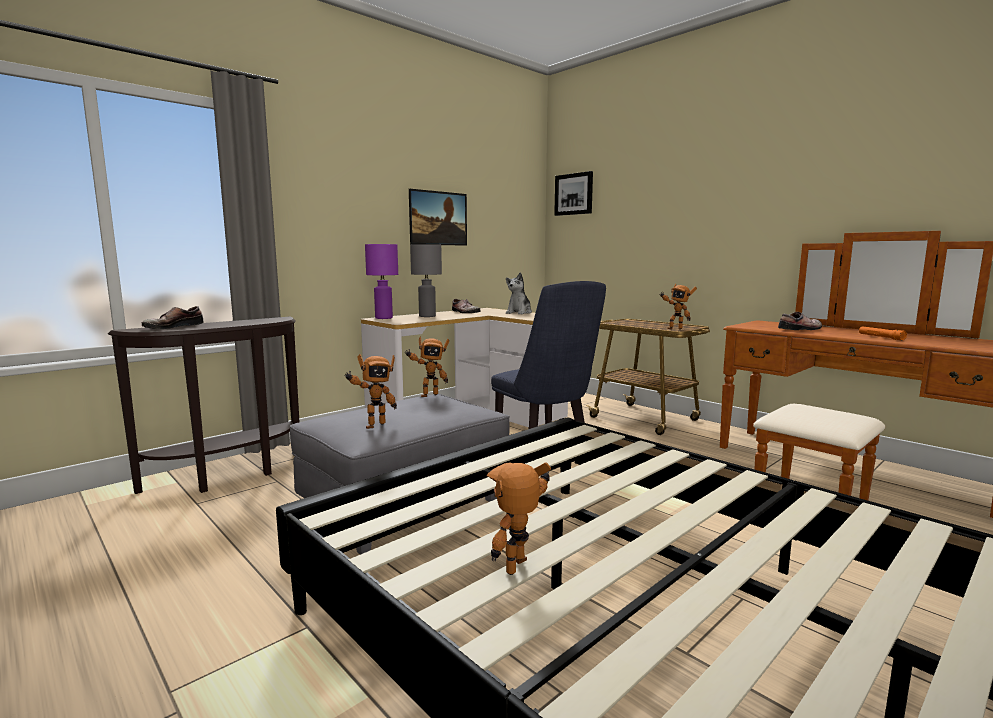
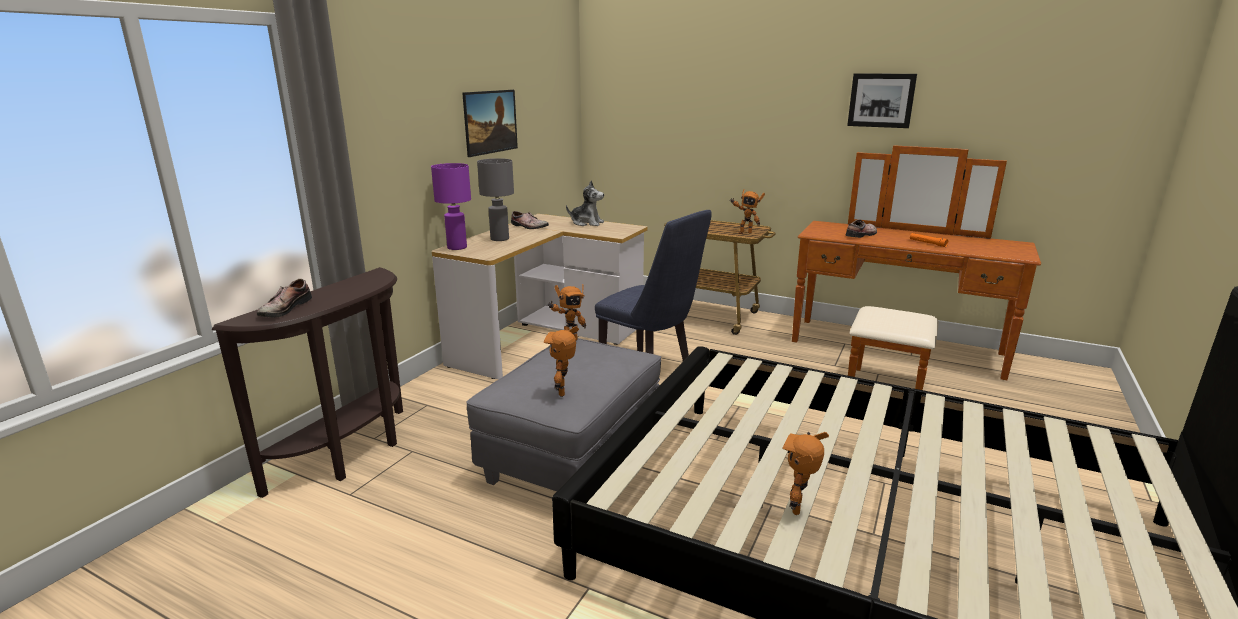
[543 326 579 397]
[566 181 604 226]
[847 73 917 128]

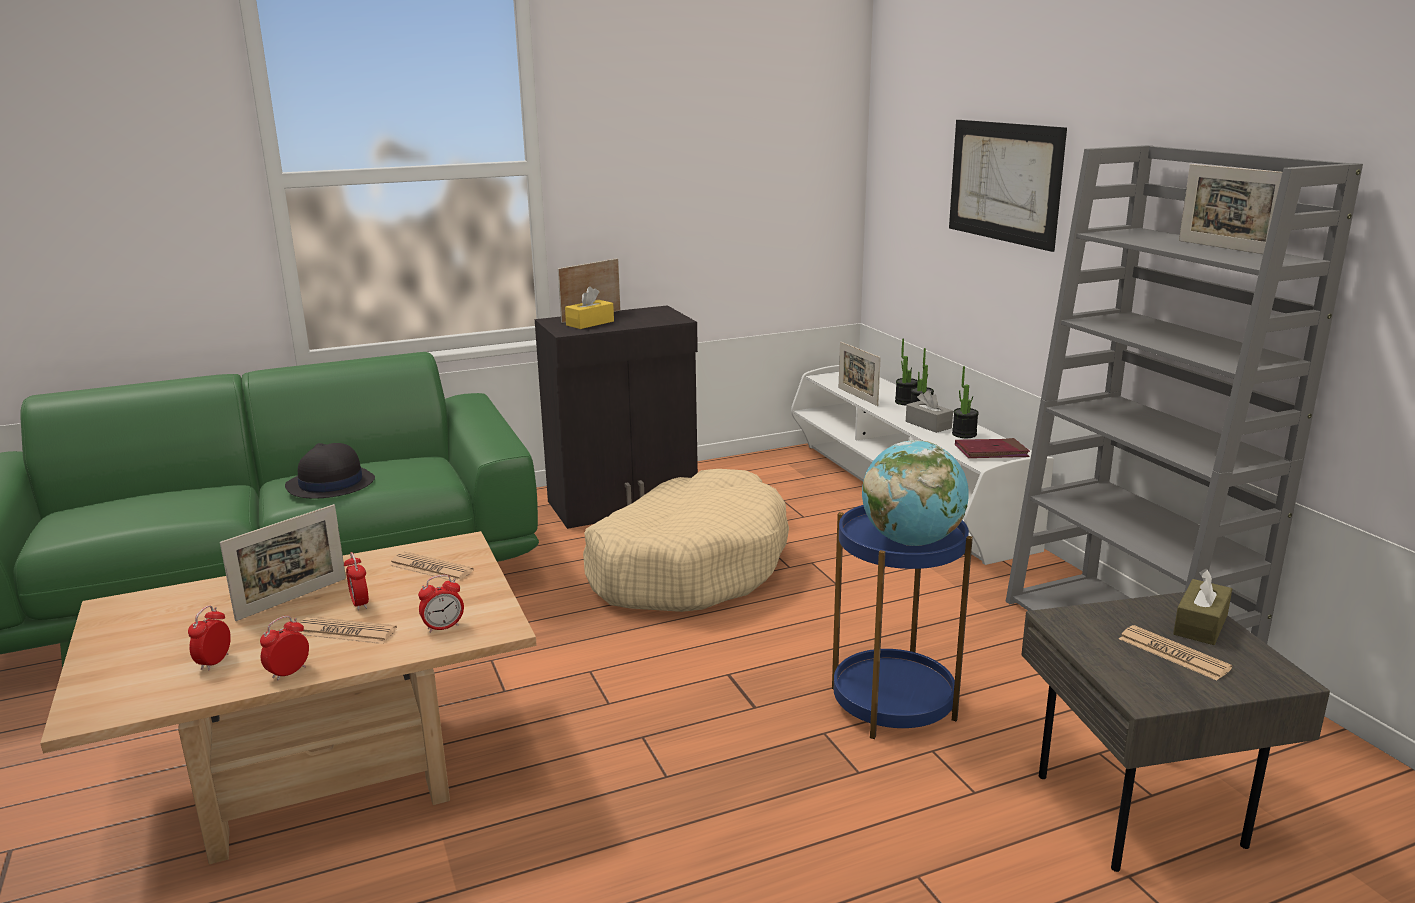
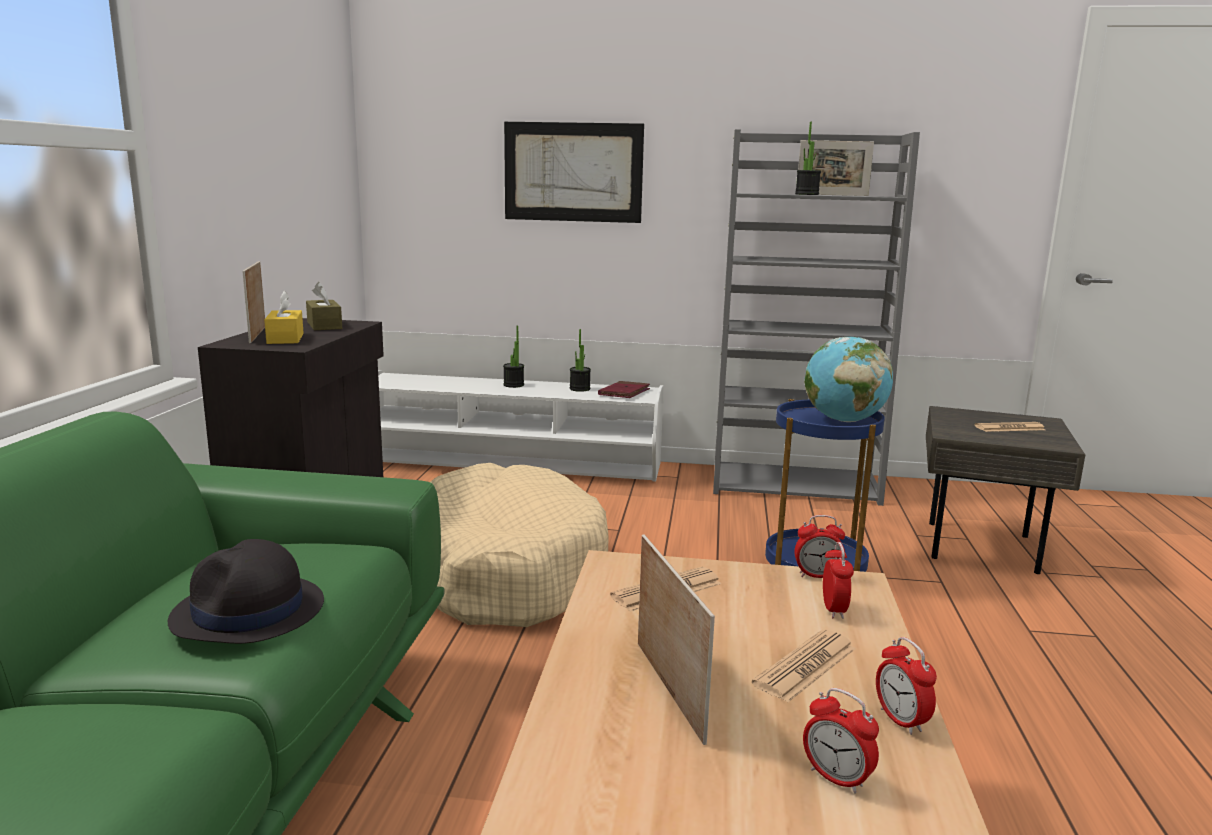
[794 515 845 578]
[839 342 881 406] (first image)
[795 122 821 195]
[906 390 953 433] (first image)
[306 282 342 330]

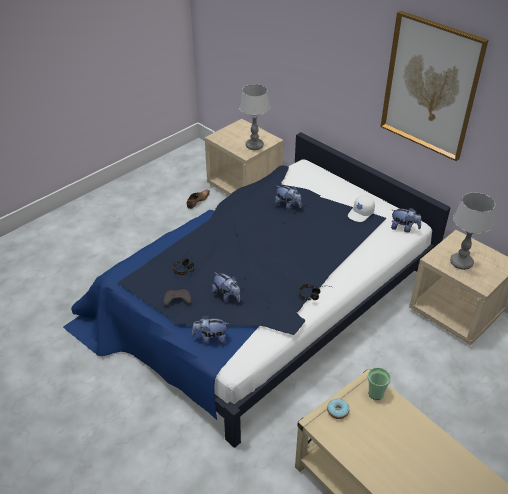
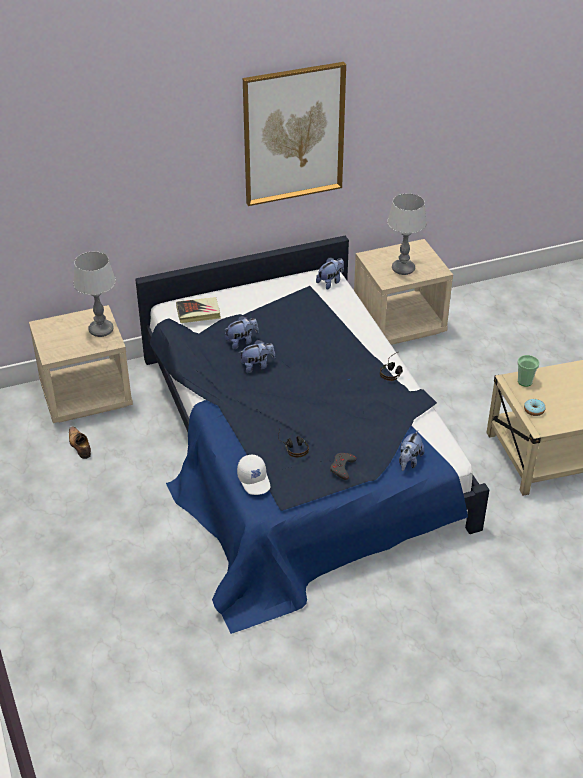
[239 340 275 373]
[237 454 270 495]
[176 297 221 323]

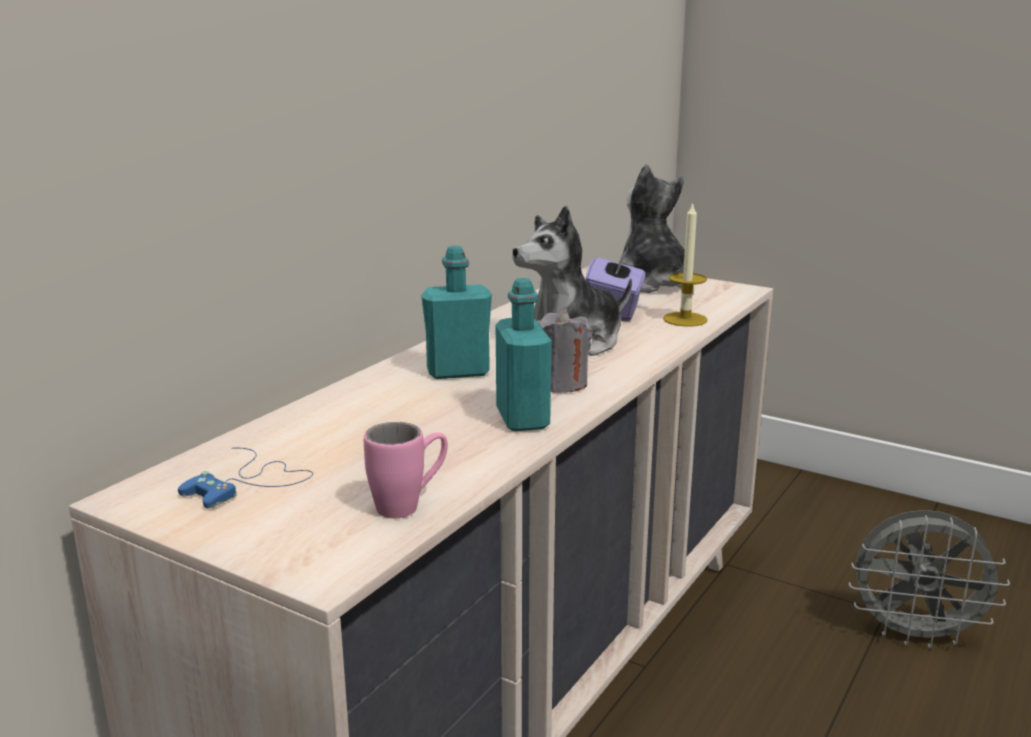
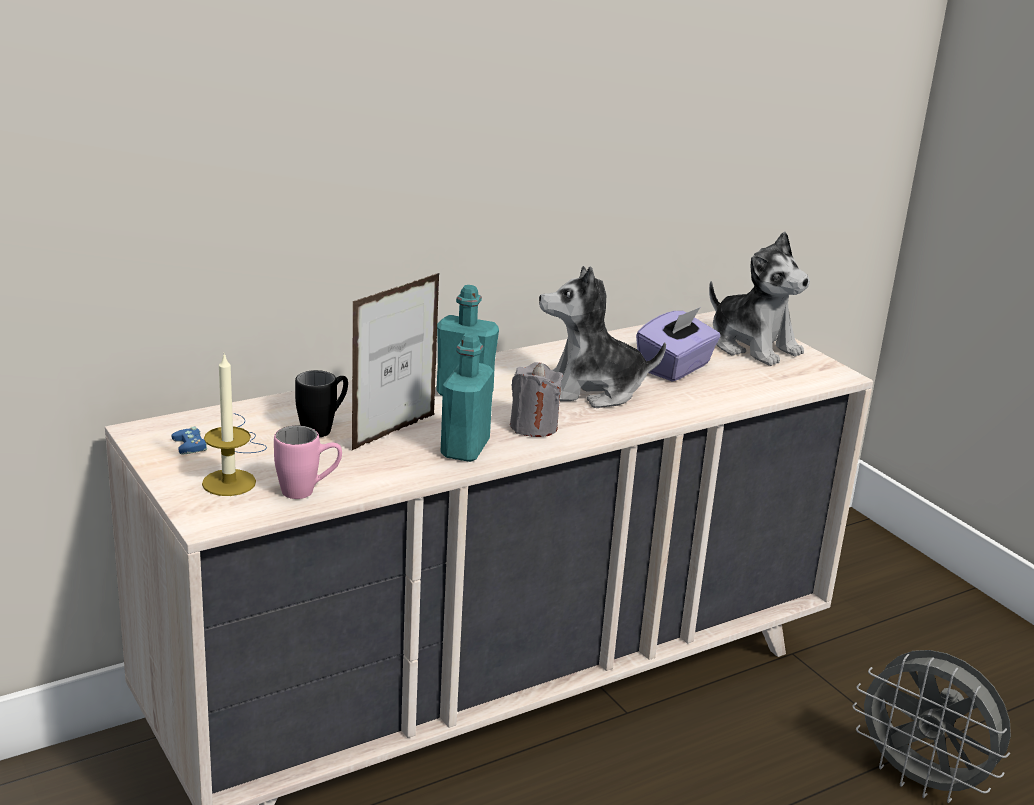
[709 232 810 366]
[202 353 256 496]
[295 370 348 438]
[352 273 440 450]

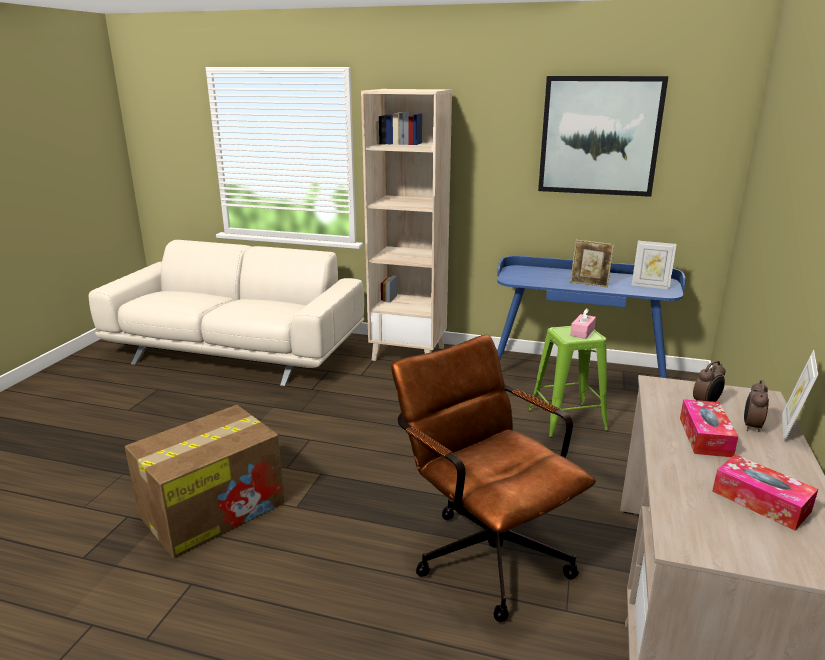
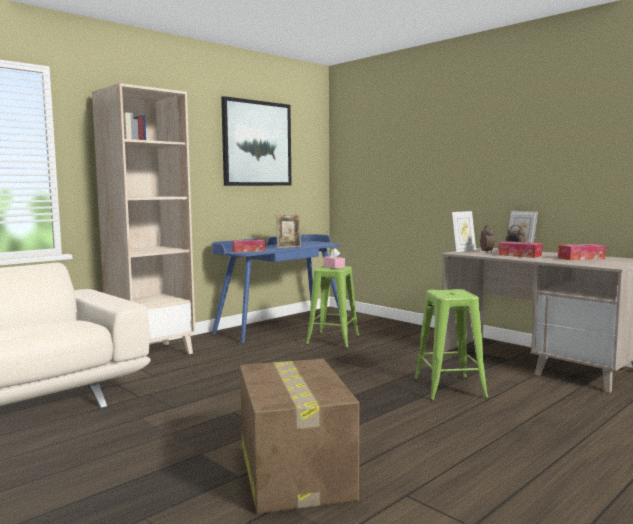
[414 289 489 401]
[452 211 476 252]
[232 239 265 252]

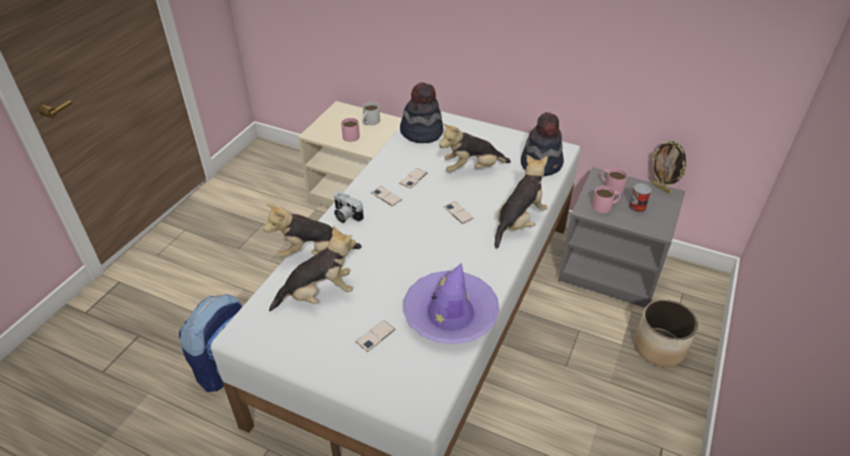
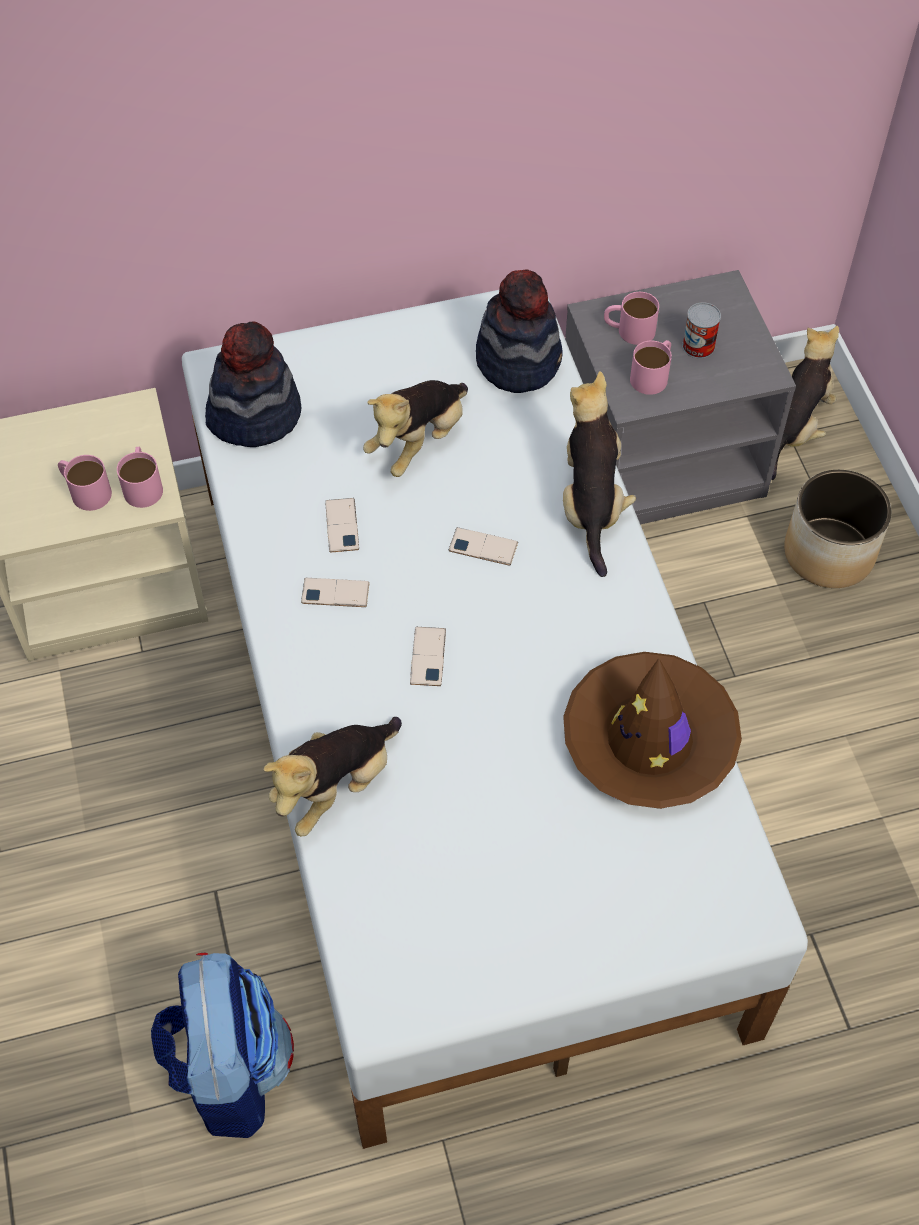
[771 326 839 480]
[334 191 364 223] (first image)
[410 627 446 686]
[362 102 380 125] (first image)
[563 652 742 809]
[652 140 686 194] (first image)
[117 447 163 508]

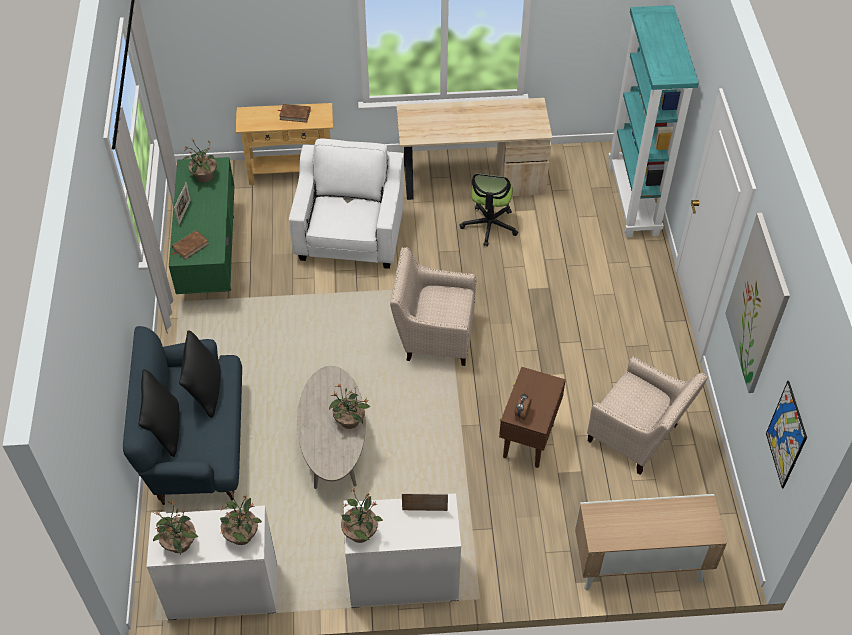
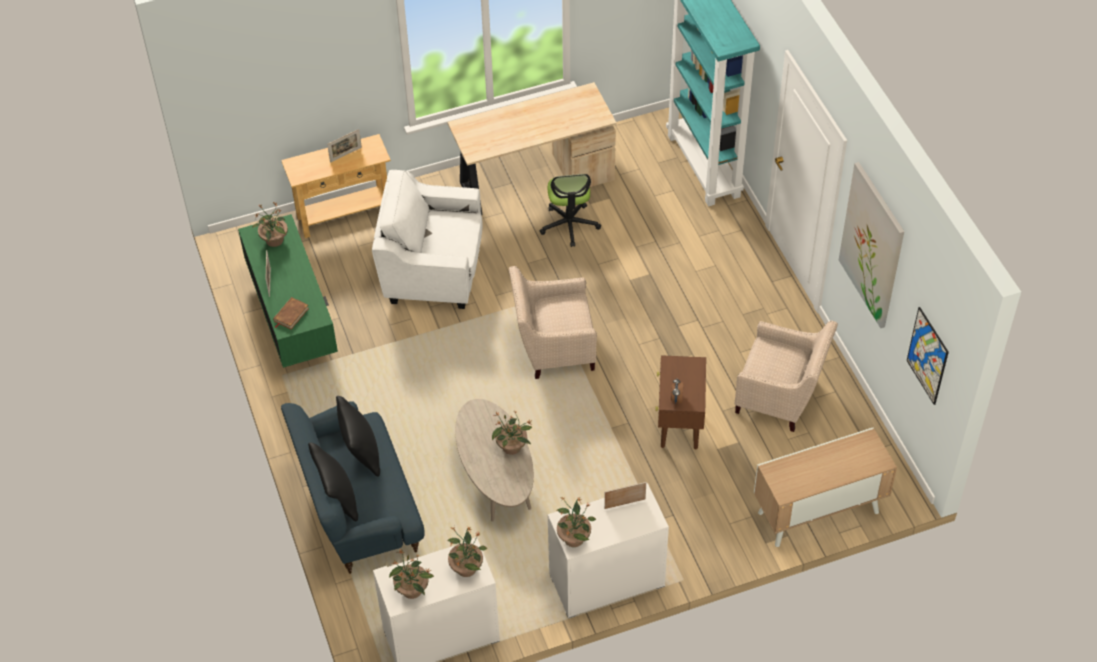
[327 129 362 163]
[372 170 483 309]

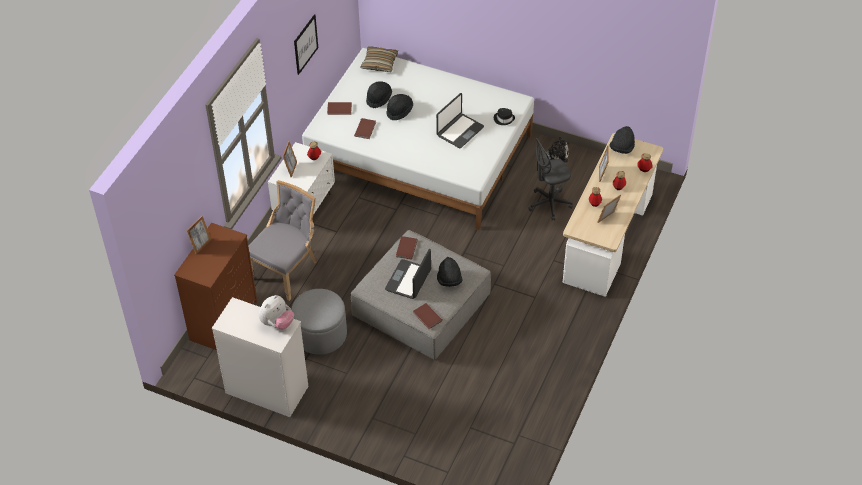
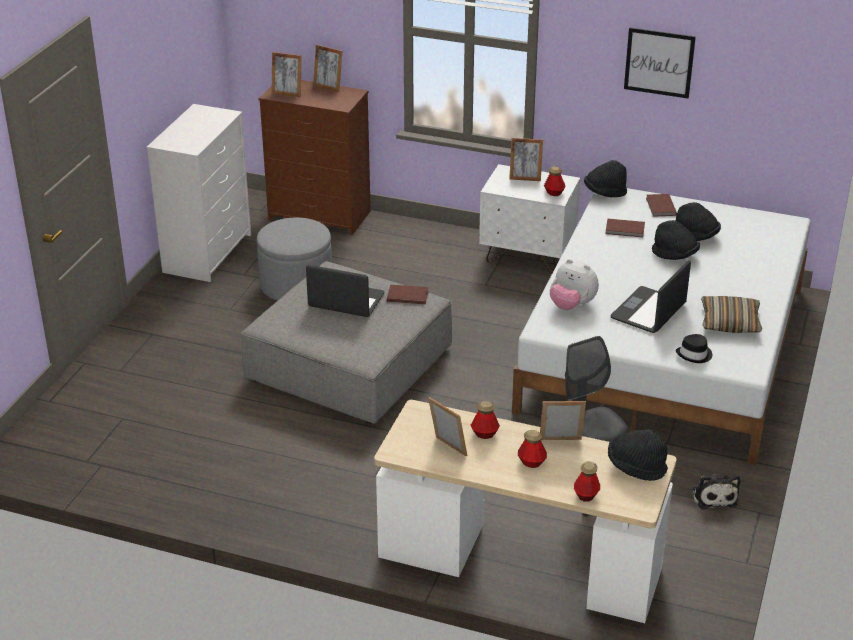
[248 180 317 301] (first image)
[550 259 599 310]
[701 296 762 333]
[413 303 443 329] (first image)
[611 260 691 333]
[584 160 627 197]
[272 52 302 97]

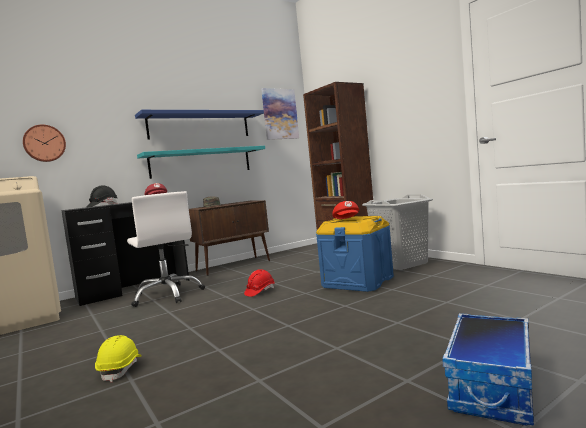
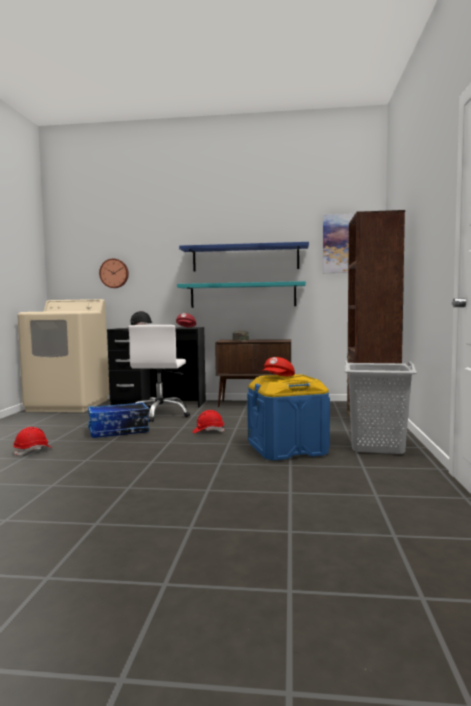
[13 427 52 456]
[88 402 149 438]

